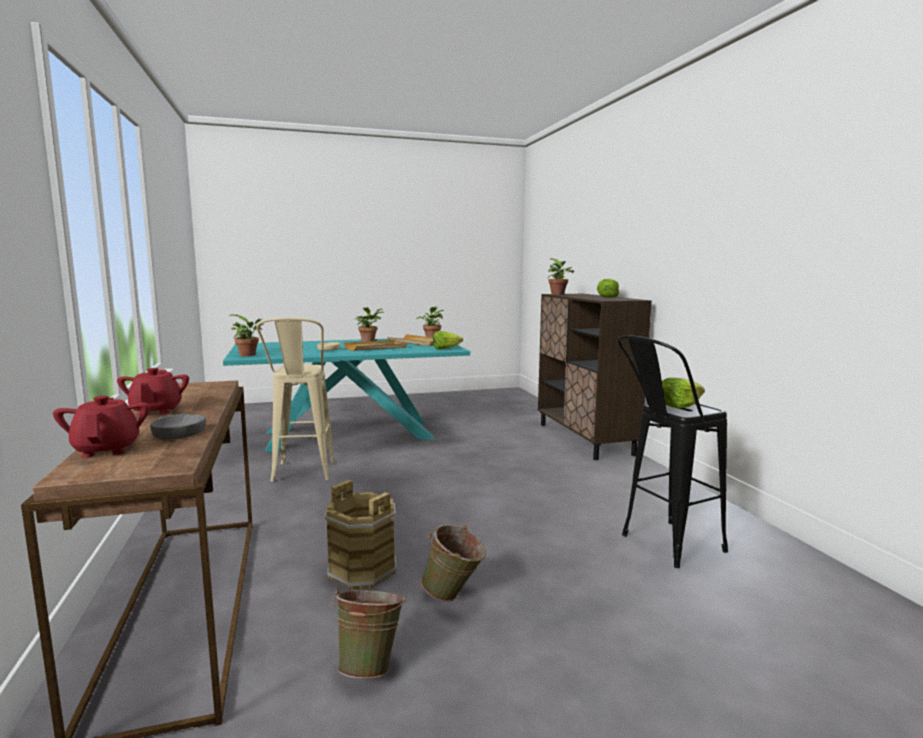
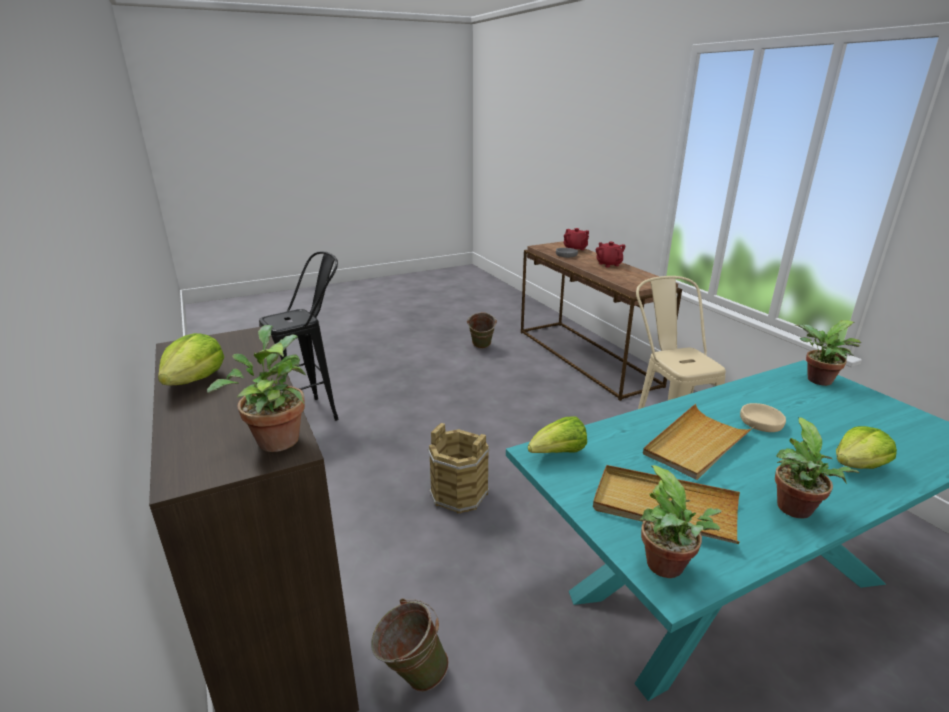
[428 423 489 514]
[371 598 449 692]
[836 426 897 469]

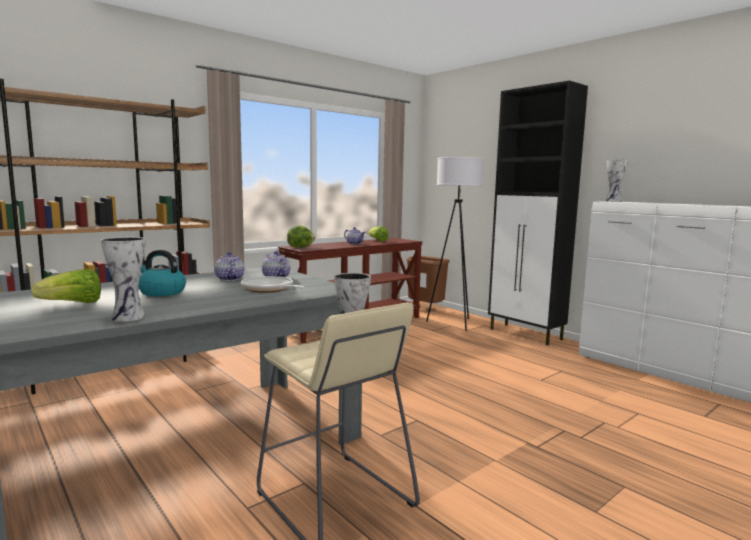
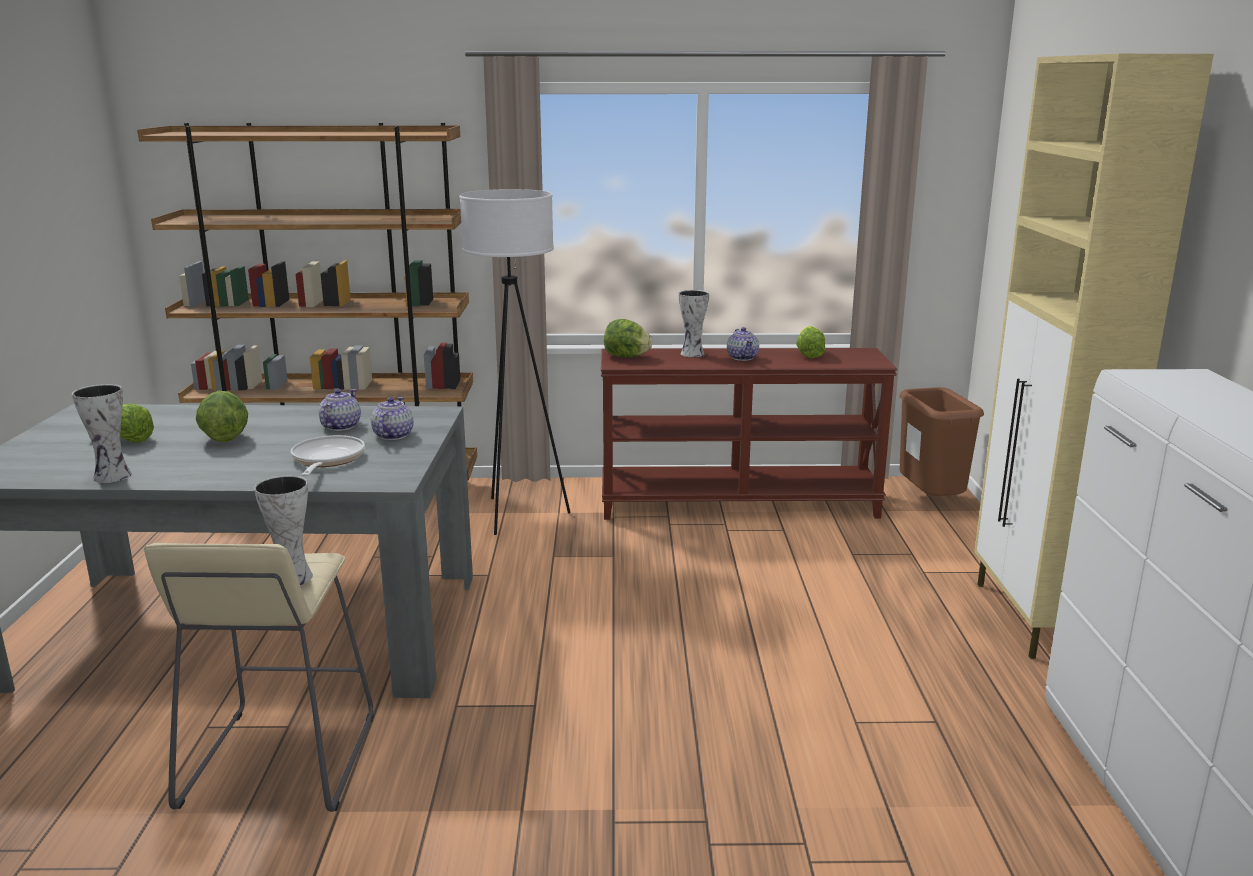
[196 391 248 442]
[459 189 571 535]
[974 54 1214 659]
[678 290 709 357]

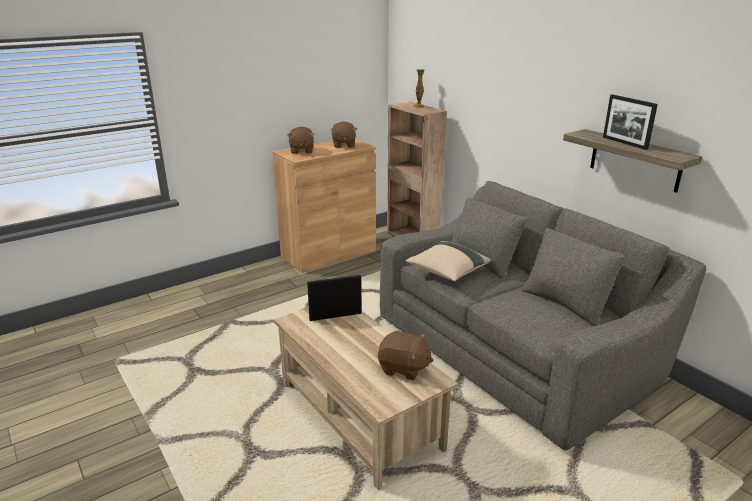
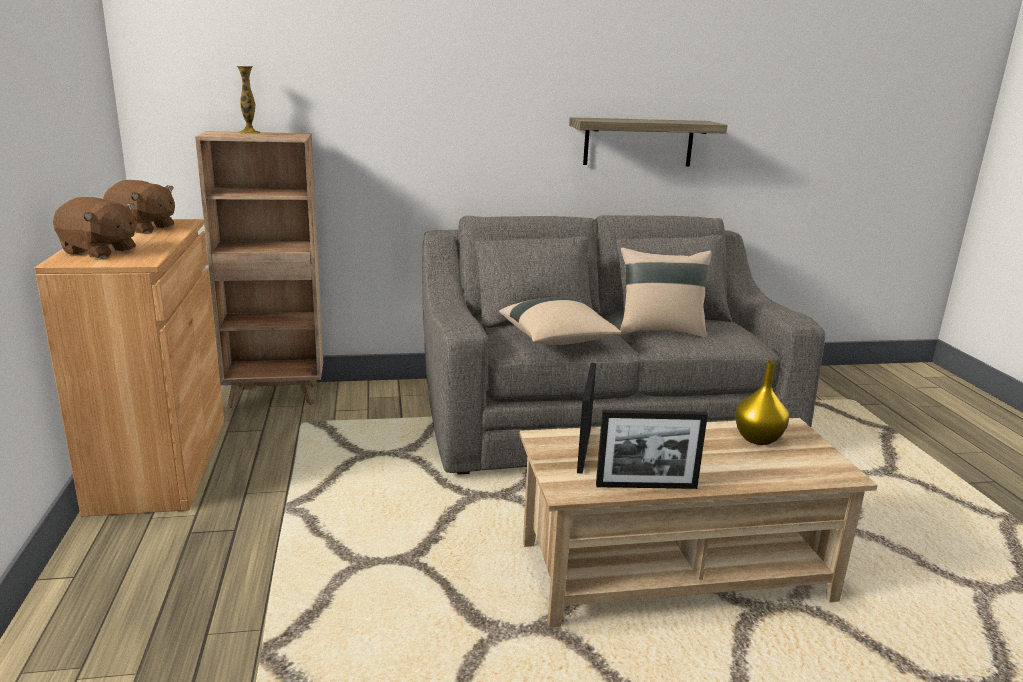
[735 361 789 445]
[596 410 708 489]
[619 247 712 338]

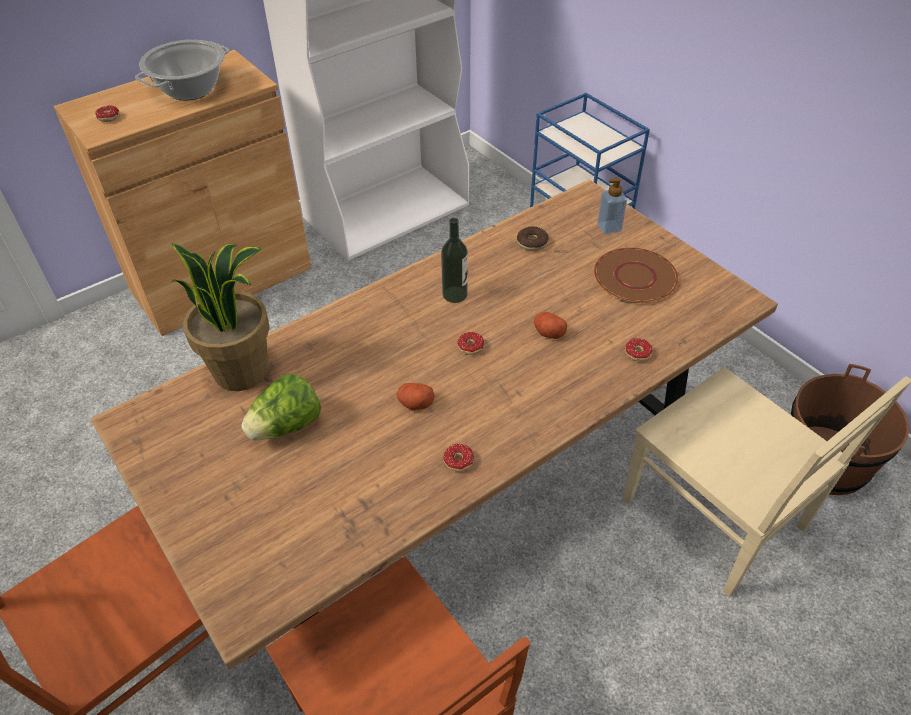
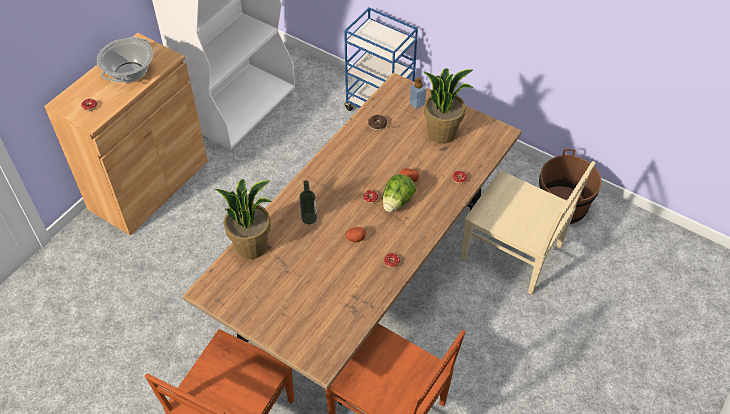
[383 174 416 212]
[299 180 317 224]
[424 68 473 144]

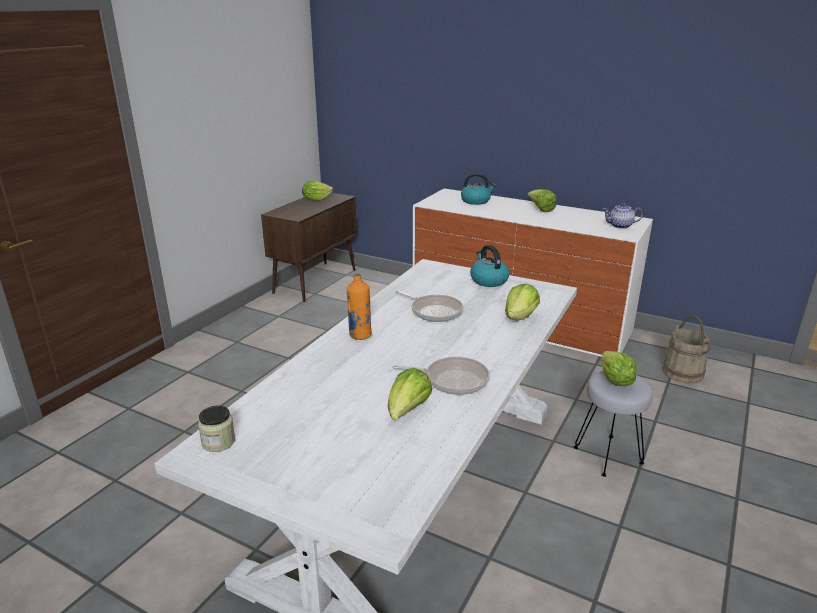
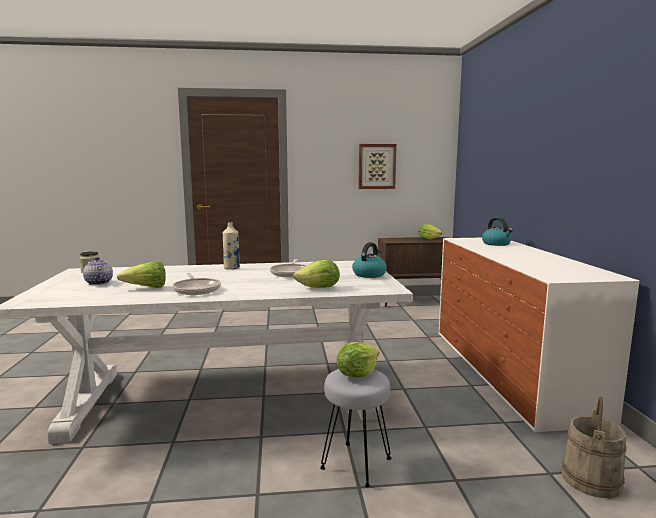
[223 222 240 270]
[528 189 556 212] (first image)
[83 257 113 285]
[358 144 396 189]

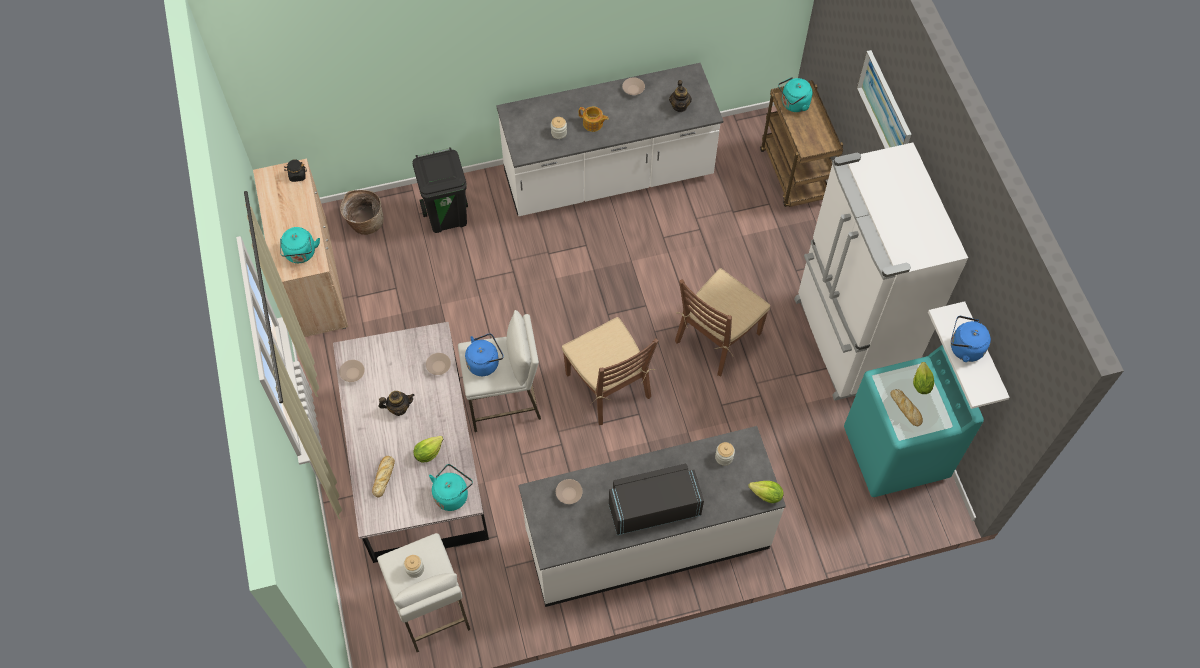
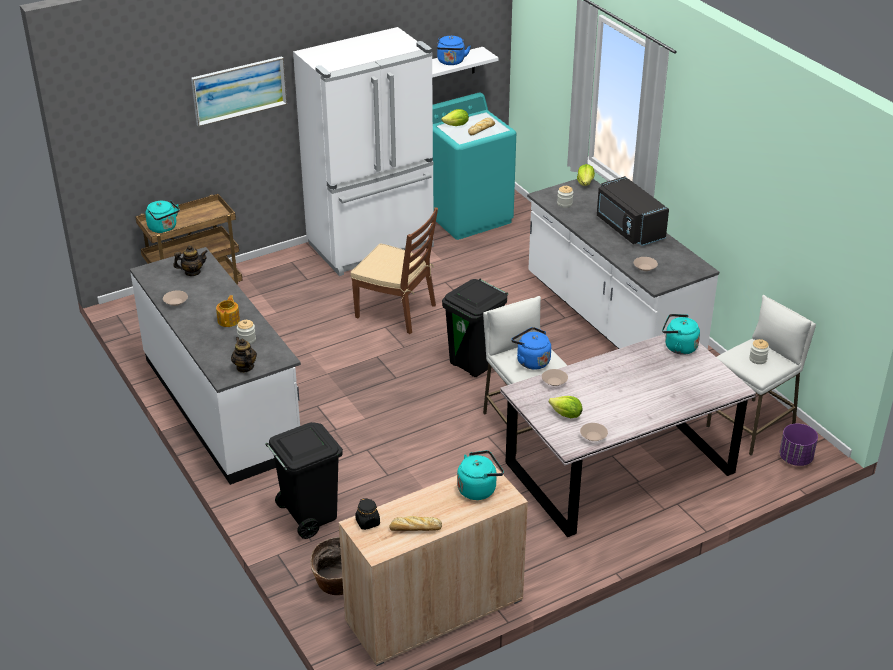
[389 516 442 531]
[231 337 257 373]
[549 396 582 418]
[442 279 508 377]
[779 424 818 466]

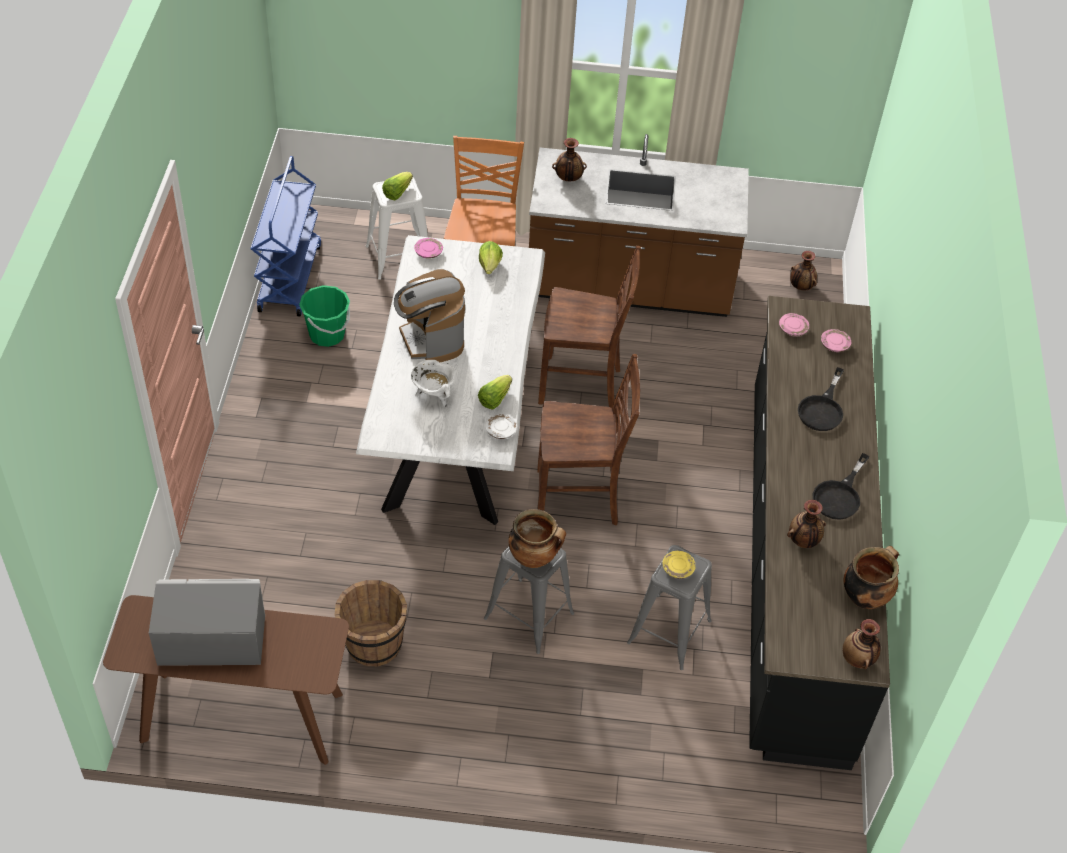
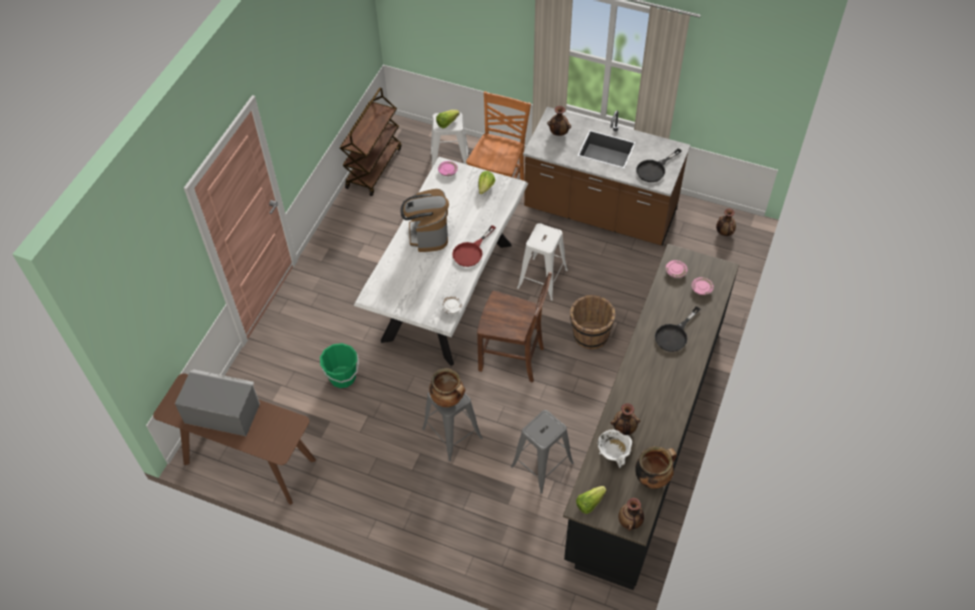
[340 88 402 196]
[320 343 359 388]
[570 295 616 349]
[597 430 632 468]
[576 486 607 514]
[517 223 568 301]
[662 551 695 579] (first image)
[636 149 681 182]
[452 225 496 267]

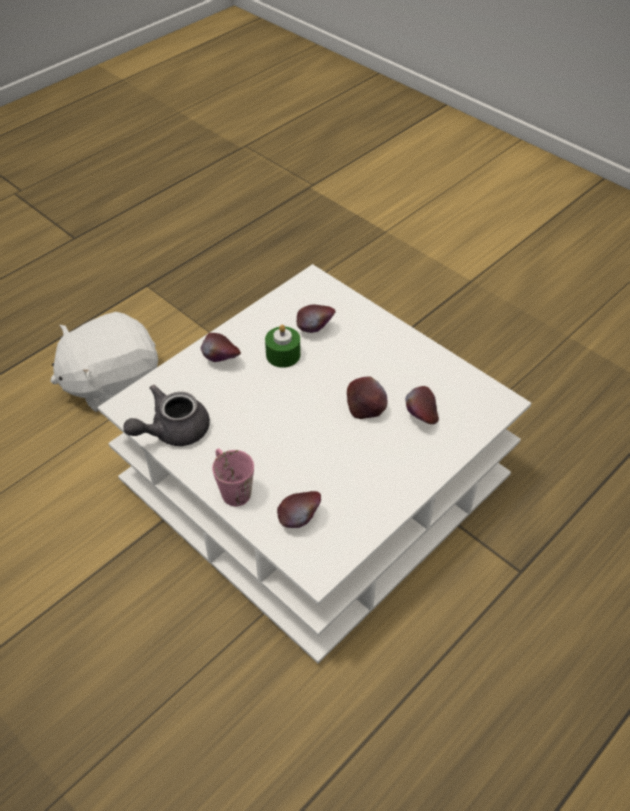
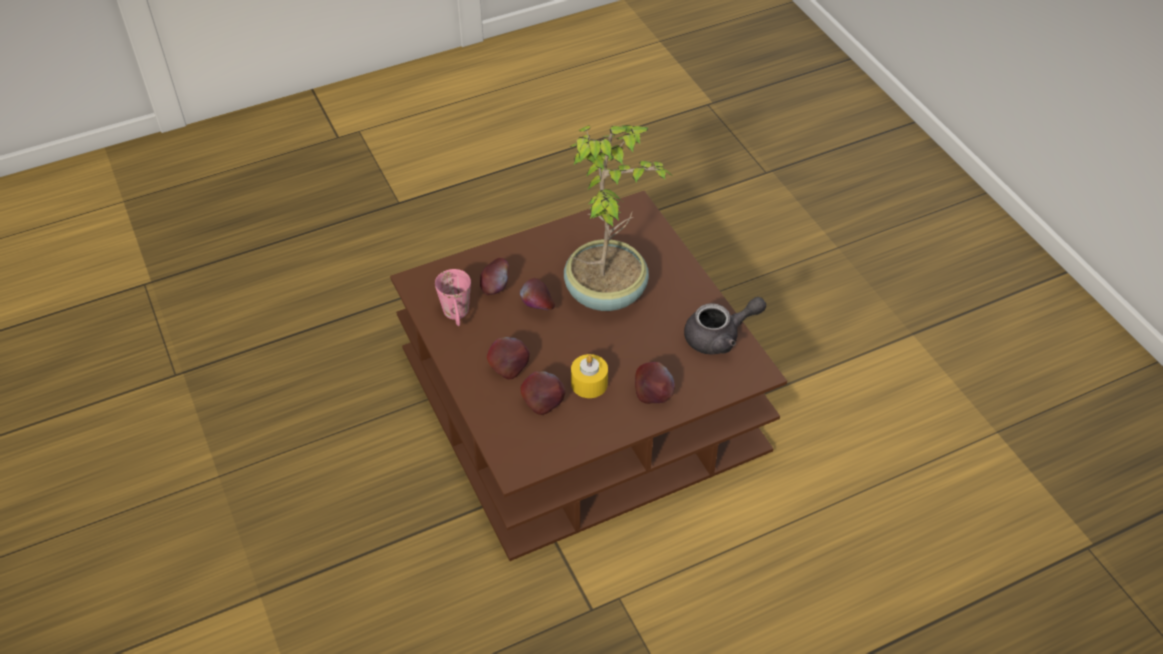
[50 312 158 412] (first image)
[390 191 787 561]
[435 269 471 326]
[571 354 608 398]
[487 337 530 379]
[564 125 674 311]

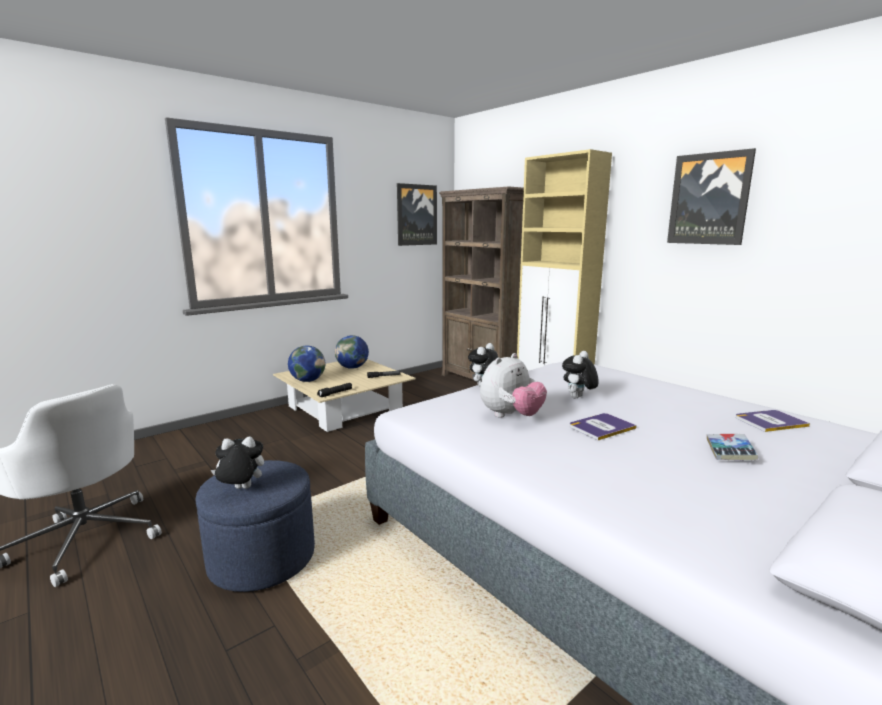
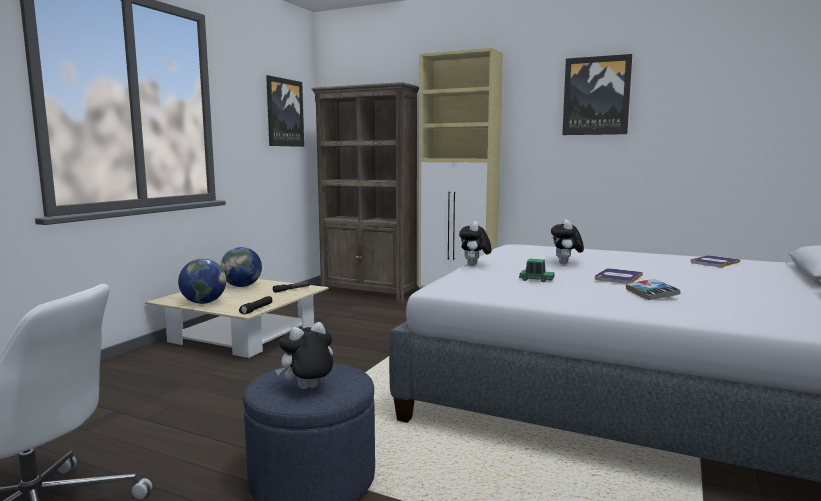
[519 259 555 282]
[626 279 680 300]

